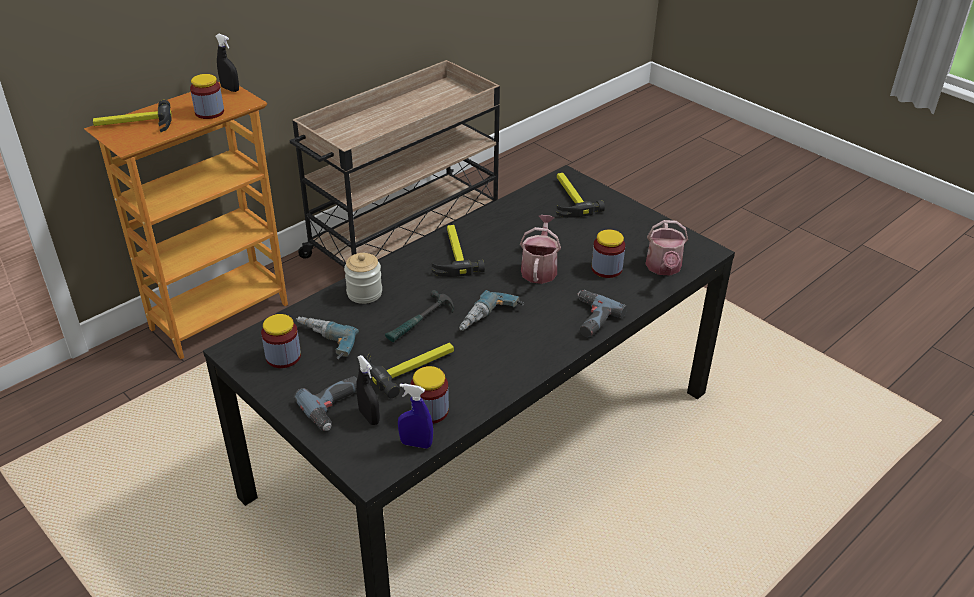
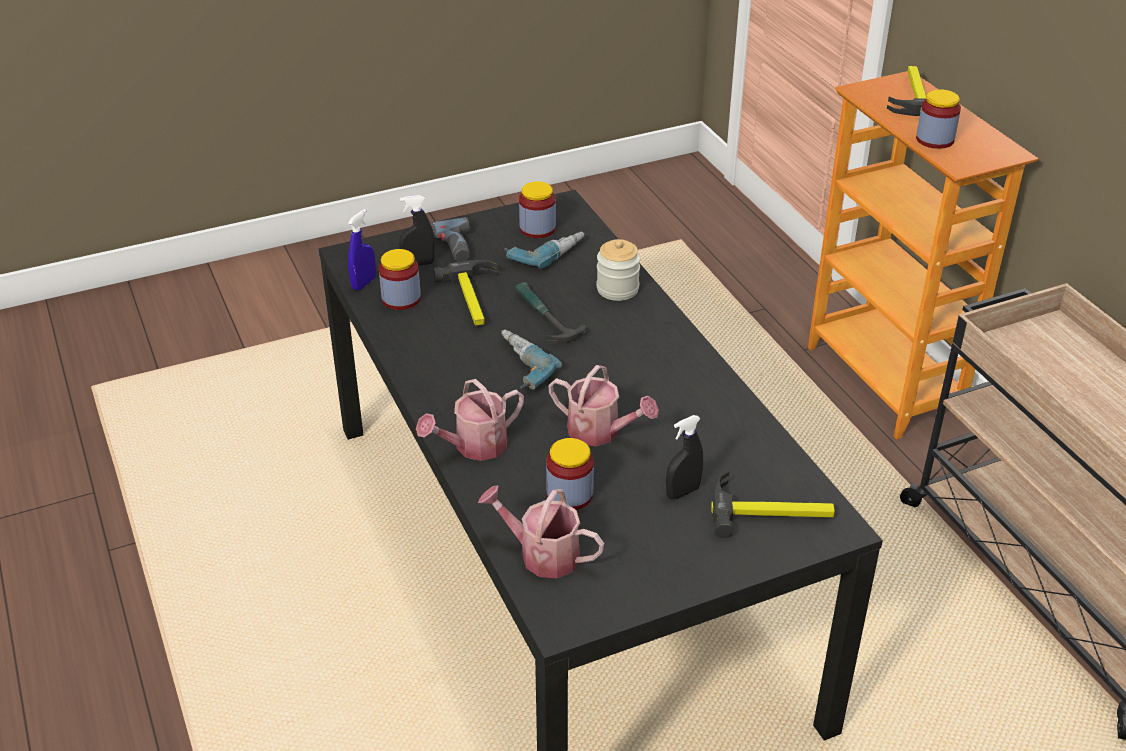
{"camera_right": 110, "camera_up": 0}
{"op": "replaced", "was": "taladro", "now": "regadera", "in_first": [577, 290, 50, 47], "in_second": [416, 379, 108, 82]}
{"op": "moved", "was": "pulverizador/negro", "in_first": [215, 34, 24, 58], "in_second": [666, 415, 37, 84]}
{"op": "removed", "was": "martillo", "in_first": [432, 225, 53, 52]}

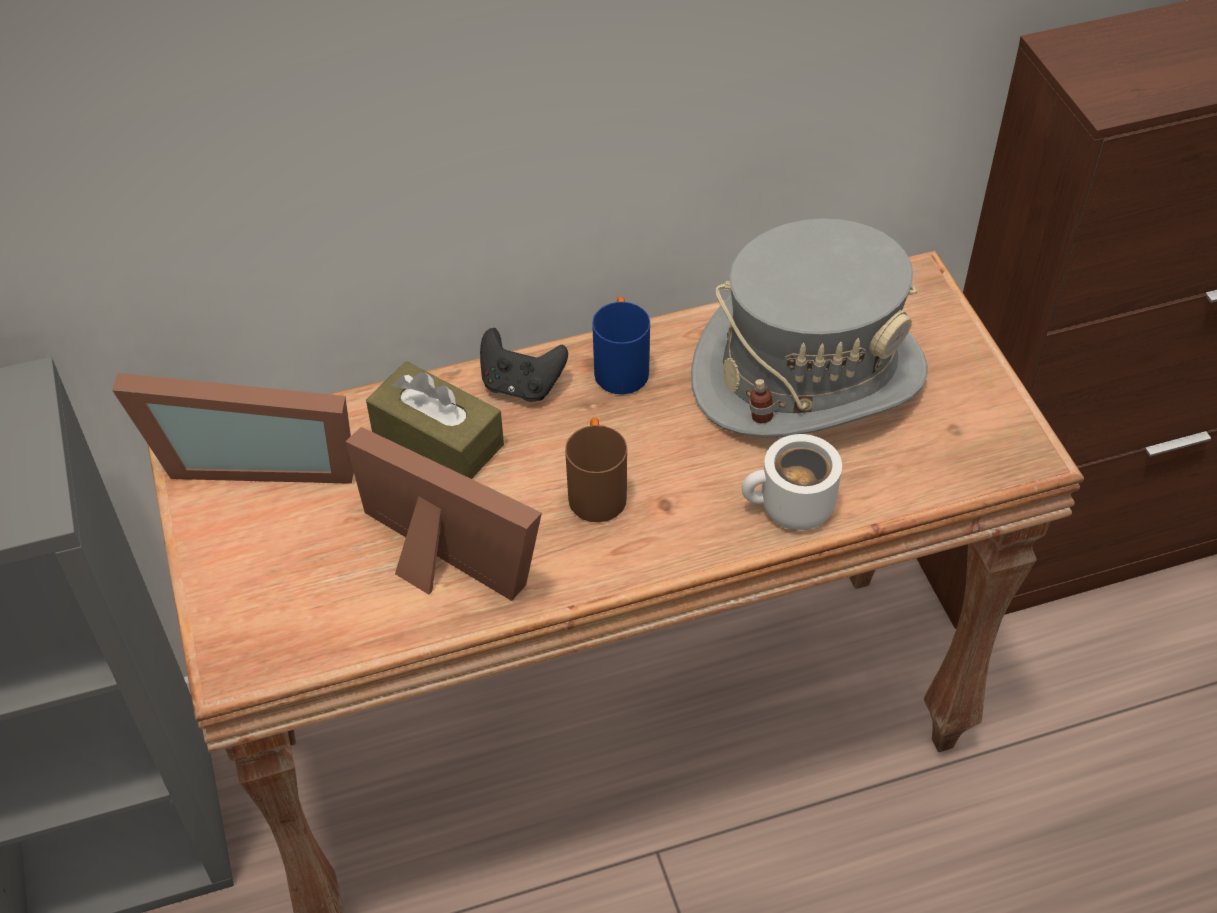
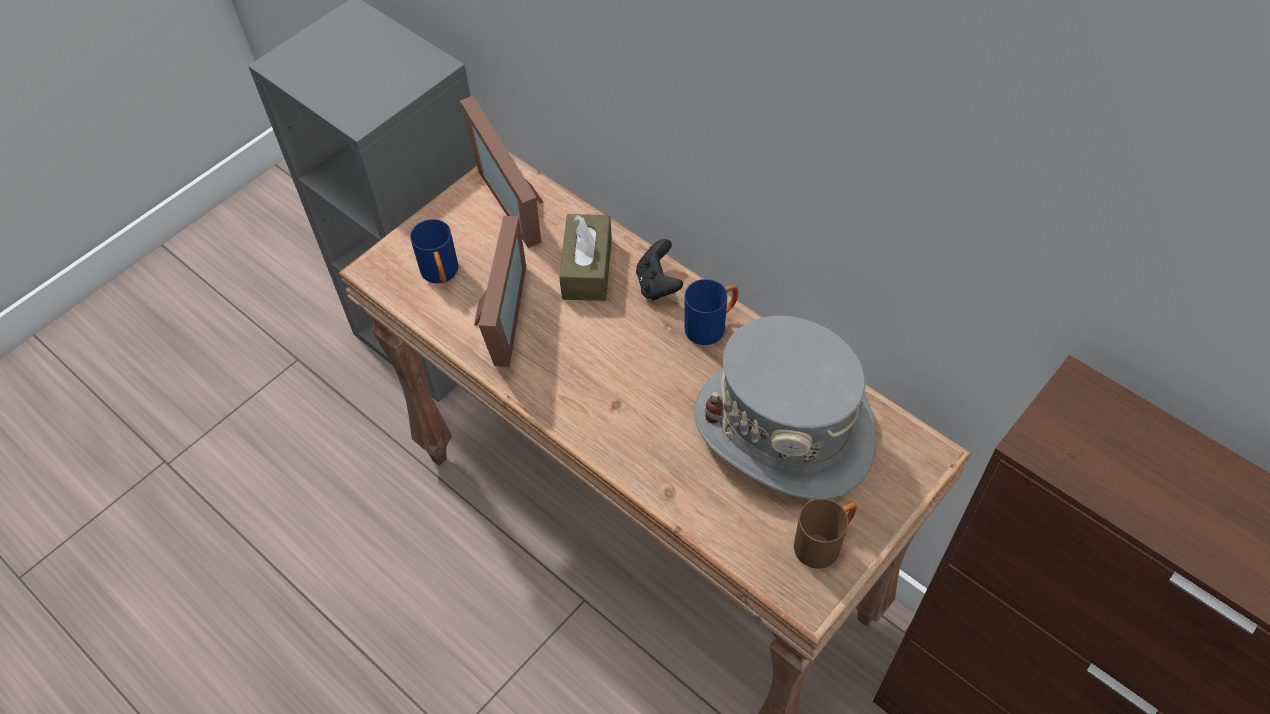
{"camera_right": 60, "camera_up": 5}
{"op": "added", "now": "taza grande/azul", "in_second": [410, 219, 48, 64]}
{"op": "moved", "was": "taza grande/marrón", "in_first": [565, 418, 62, 104], "in_second": [794, 498, 63, 71]}
{"op": "removed", "was": "taza grande/blanco", "in_first": [742, 434, 100, 96]}

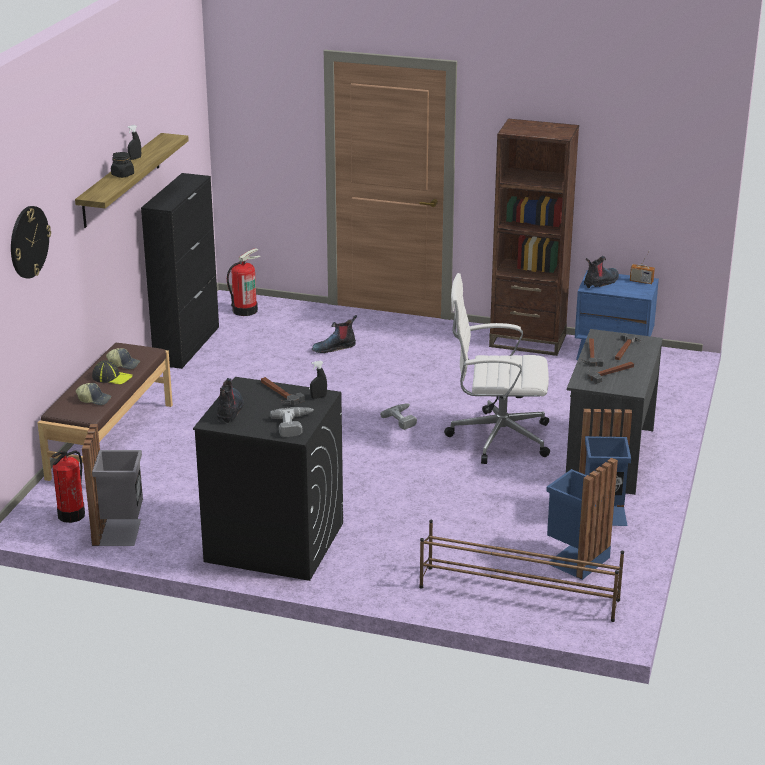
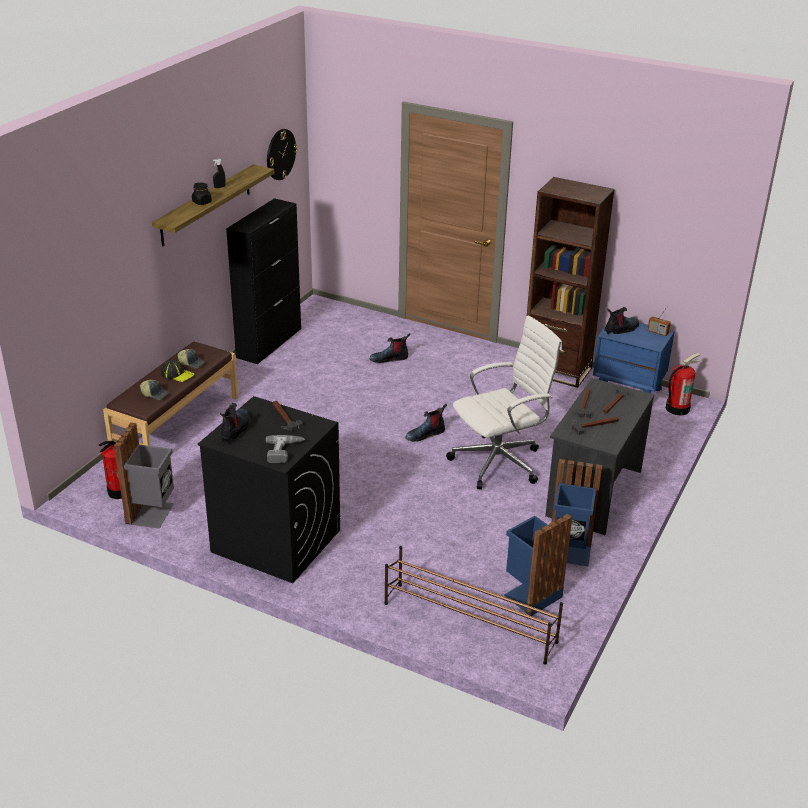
{"camera_right": 10, "camera_up": 5}
{"op": "moved", "was": "reloj de pared", "in_first": [11, 206, 40, 73], "in_second": [267, 129, 30, 51]}
{"op": "replaced", "was": "taladro", "now": "bota", "in_first": [380, 403, 37, 27], "in_second": [406, 404, 41, 37]}
{"op": "turned", "was": "silla de oficina/blanco", "in_first": [444, 273, 106, 191], "in_second": [446, 315, 116, 175], "clockwise": 135}
{"op": "moved", "was": "extintor", "in_first": [227, 248, 34, 68], "in_second": [666, 353, 35, 62]}
{"op": "removed", "was": "pulverizador/negro", "in_first": [310, 361, 17, 38]}

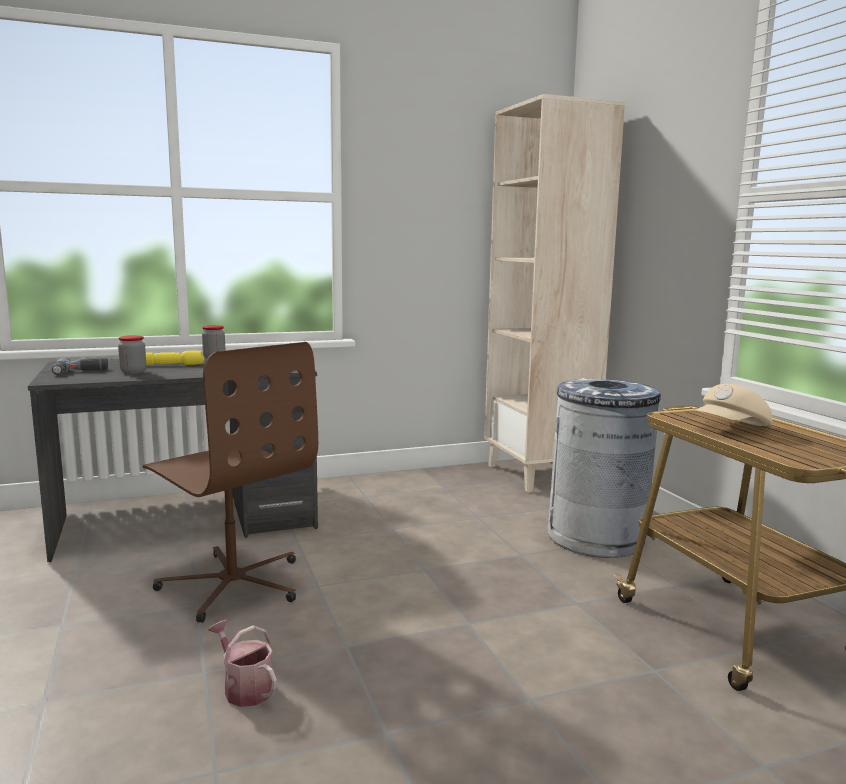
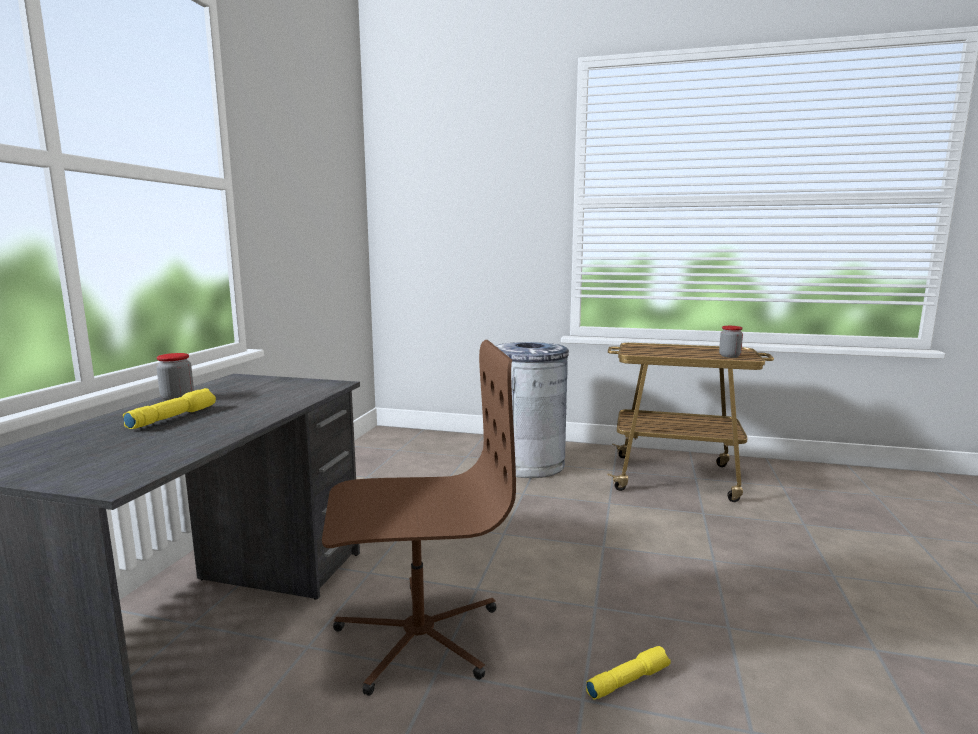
{"camera_right": -55, "camera_up": 0}
{"op": "replaced", "was": "regadera", "now": "linterna/amarillo", "in_first": [208, 620, 69, 87], "in_second": [586, 646, 85, 54]}
{"op": "moved", "was": "tarro", "in_first": [118, 335, 28, 39], "in_second": [719, 326, 24, 32]}
{"op": "removed", "was": "taladro", "in_first": [52, 357, 56, 18]}
{"op": "removed", "was": "estantería/beis", "in_first": [484, 94, 141, 399]}
{"op": "removed", "was": "gorra/beis", "in_first": [695, 384, 77, 42]}

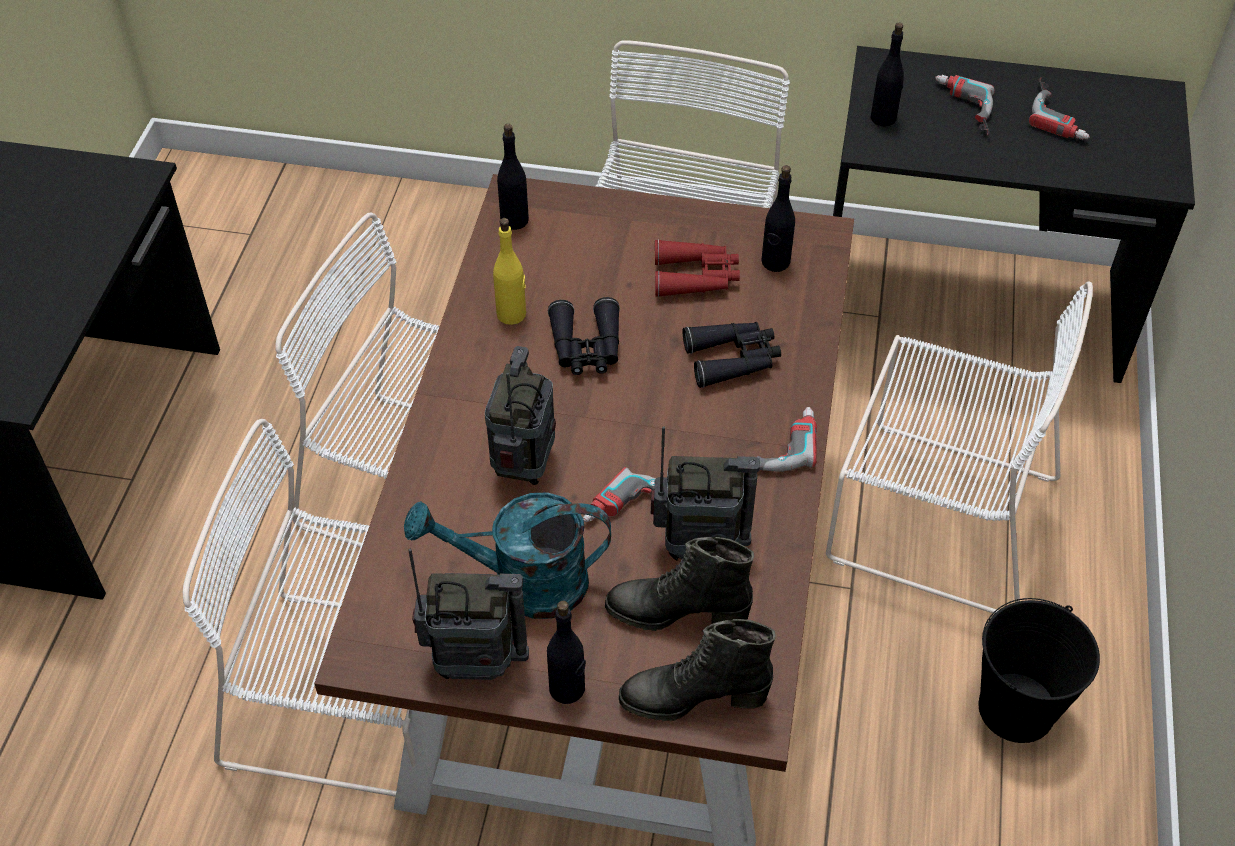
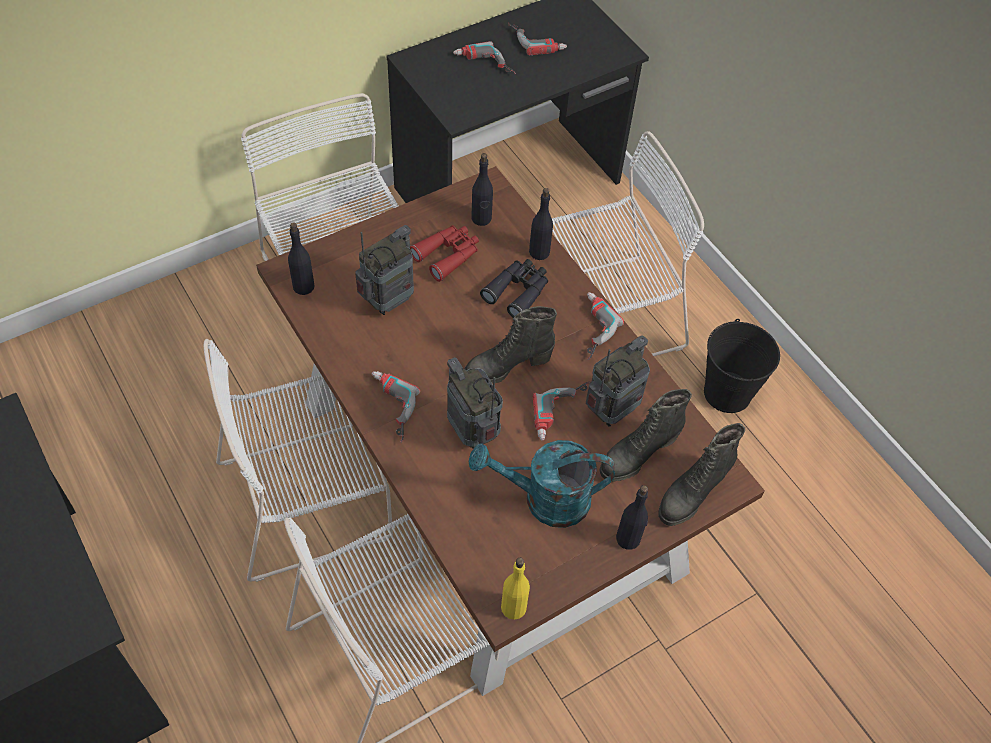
{"camera_right": -45, "camera_up": 5}
{"op": "moved", "was": "radio", "in_first": [408, 549, 121, 131], "in_second": [355, 225, 59, 90]}
{"op": "added", "now": "taladro", "in_second": [372, 371, 48, 71]}
{"op": "added", "now": "bota/negro", "in_second": [465, 306, 92, 77]}
{"op": "turned", "was": "regadera/turquesa", "in_first": [404, 492, 207, 127], "in_second": [469, 440, 146, 88], "clockwise": 45}
{"op": "moved", "was": "botella/amarillo", "in_first": [493, 218, 33, 107], "in_second": [501, 558, 29, 61]}
{"op": "moved", "was": "botella/negro", "in_first": [871, 23, 33, 104], "in_second": [529, 188, 24, 72]}
{"op": "removed", "was": "prismáticos/negro", "in_first": [548, 297, 72, 78]}

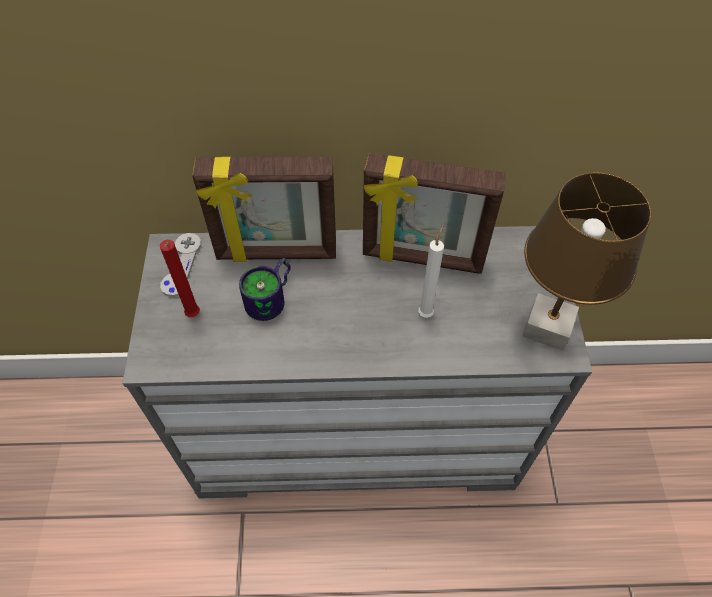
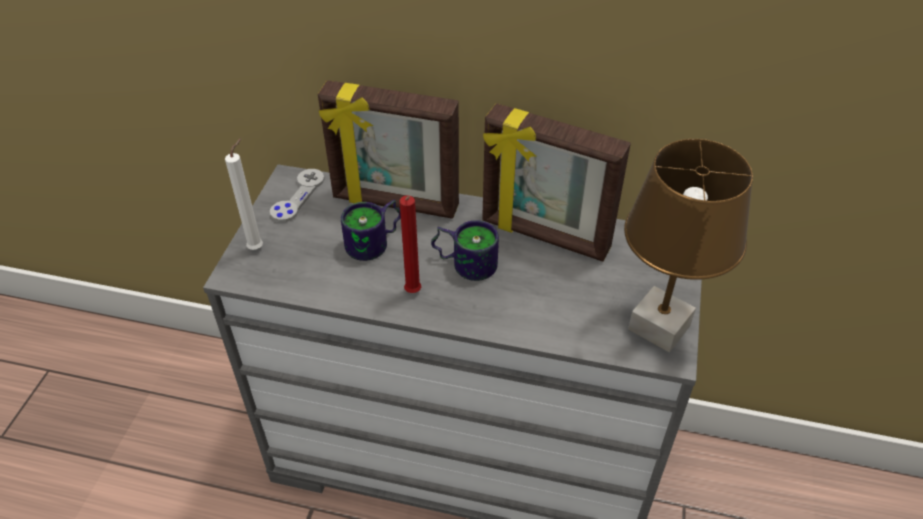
{"camera_right": 15, "camera_up": -10}
{"op": "moved", "was": "vela/blanco", "in_first": [418, 225, 26, 93], "in_second": [225, 138, 38, 112]}
{"op": "moved", "was": "vela/rojo", "in_first": [160, 240, 40, 77], "in_second": [399, 195, 22, 98]}
{"op": "added", "now": "taza grande", "in_second": [431, 220, 68, 61]}

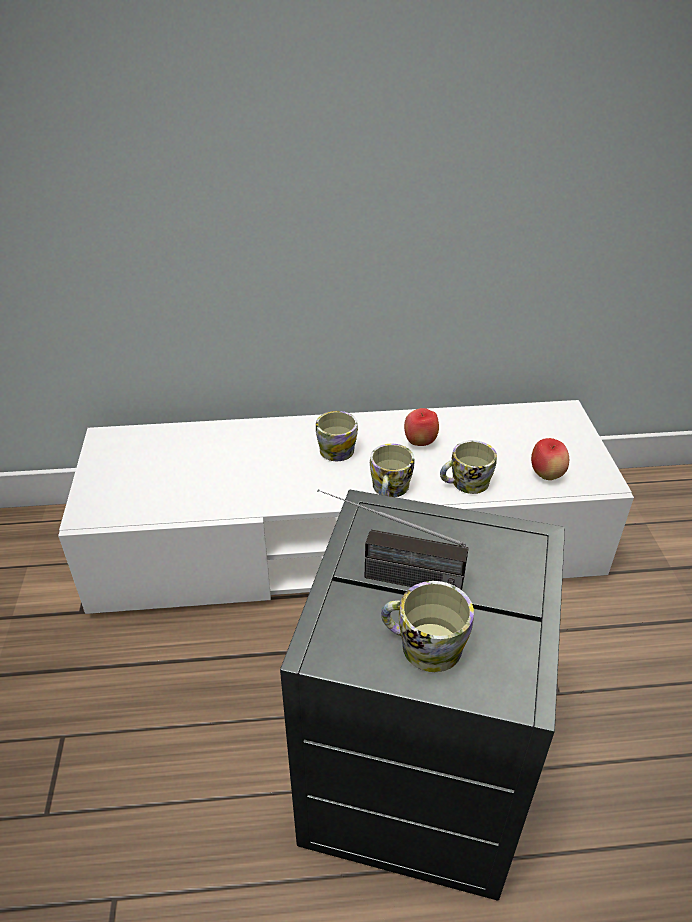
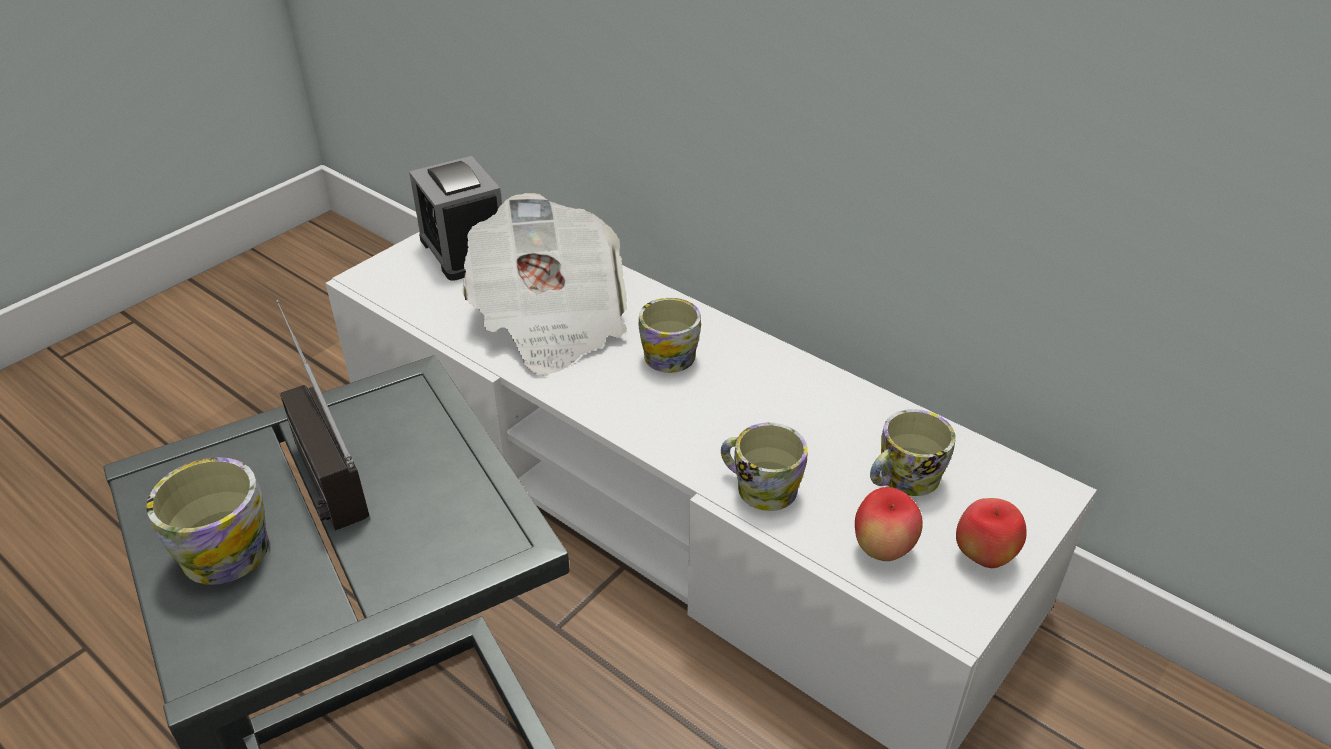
{"camera_right": 45, "camera_up": 0}
{"op": "added", "now": "despertador", "in_second": [409, 156, 93, 125]}
{"op": "added", "now": "periódico", "in_second": [462, 193, 165, 183]}
{"op": "moved", "was": "taza grande", "in_first": [370, 444, 44, 53], "in_second": [870, 409, 86, 87]}
{"op": "moved", "was": "manzana", "in_first": [404, 408, 35, 38], "in_second": [956, 498, 71, 70]}

